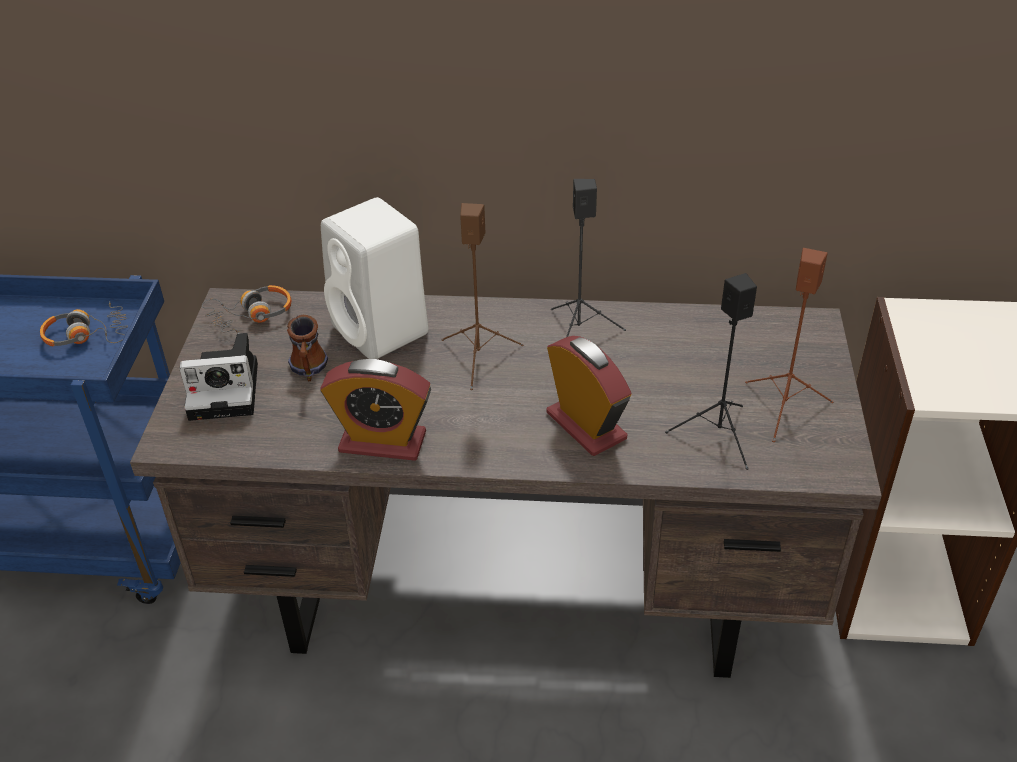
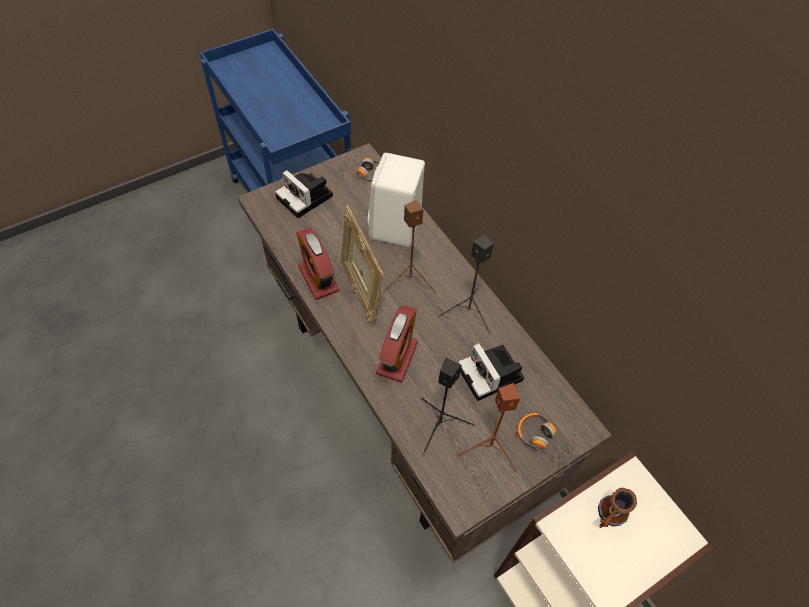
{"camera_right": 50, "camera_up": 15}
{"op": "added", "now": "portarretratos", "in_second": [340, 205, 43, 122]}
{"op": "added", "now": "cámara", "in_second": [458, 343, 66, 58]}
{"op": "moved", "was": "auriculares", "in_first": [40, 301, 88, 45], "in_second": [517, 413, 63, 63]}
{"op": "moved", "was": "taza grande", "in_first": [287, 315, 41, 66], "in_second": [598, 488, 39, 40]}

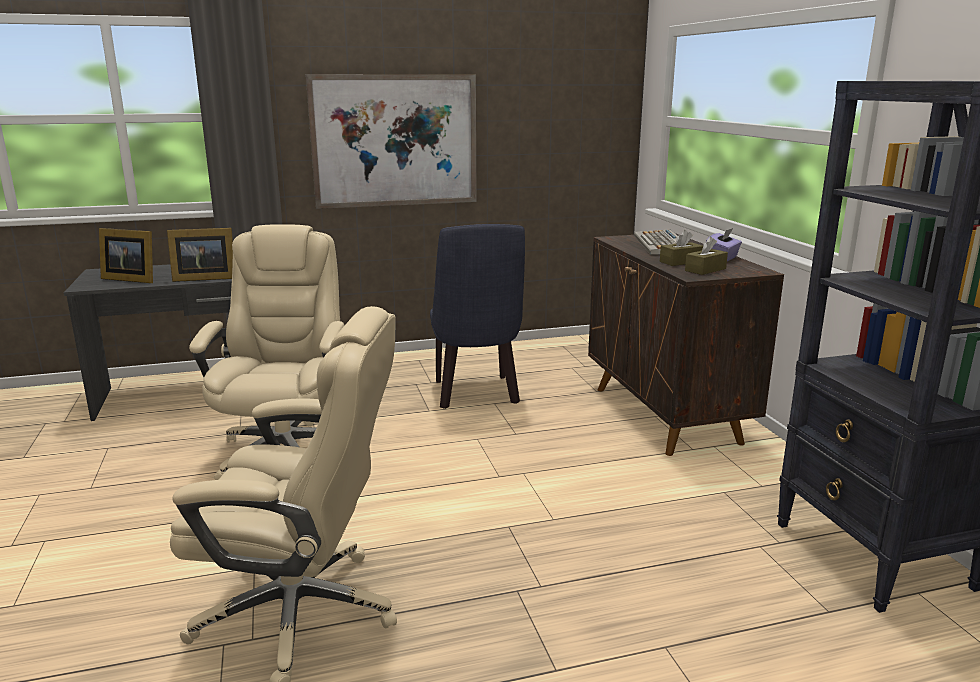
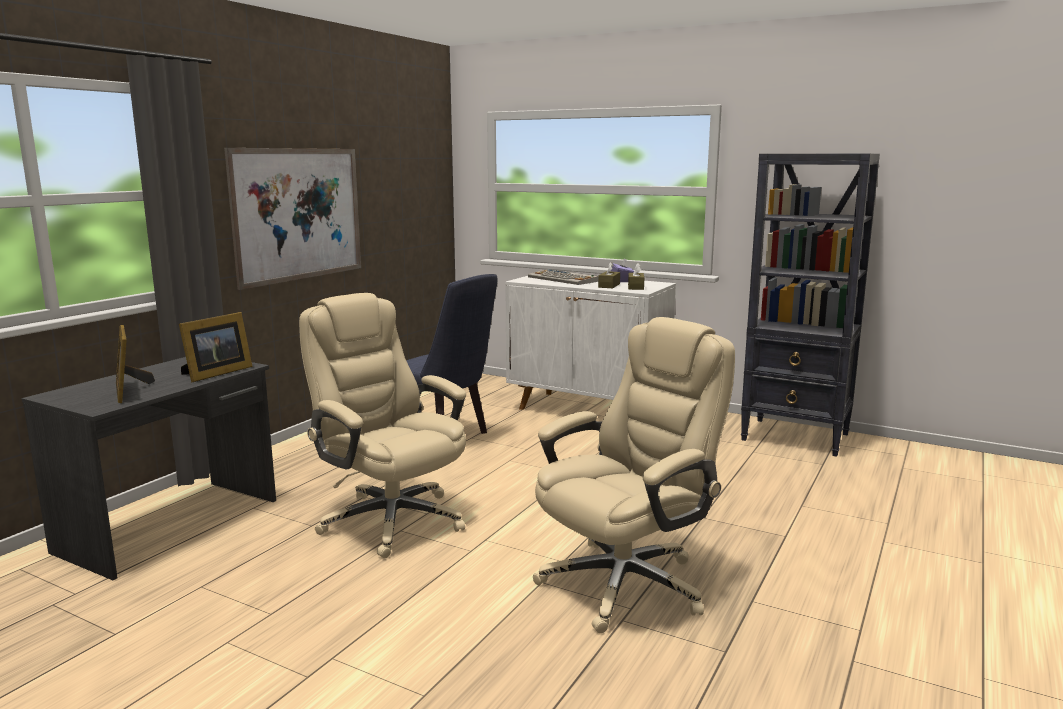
{"camera_right": -45, "camera_up": -5}
{"op": "turned", "was": "portarretratos", "in_first": [99, 228, 54, 55], "in_second": [116, 325, 39, 78], "clockwise": 90}
{"op": "recoloured", "was": "armario/marrón", "now": "armario/blanco", "in_first": [588, 233, 196, 223], "in_second": [505, 276, 171, 134]}

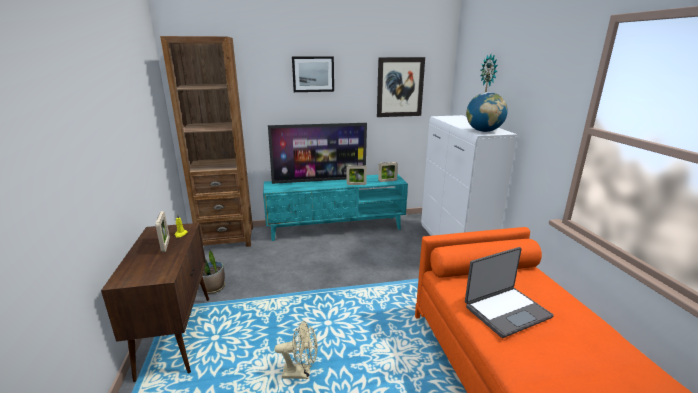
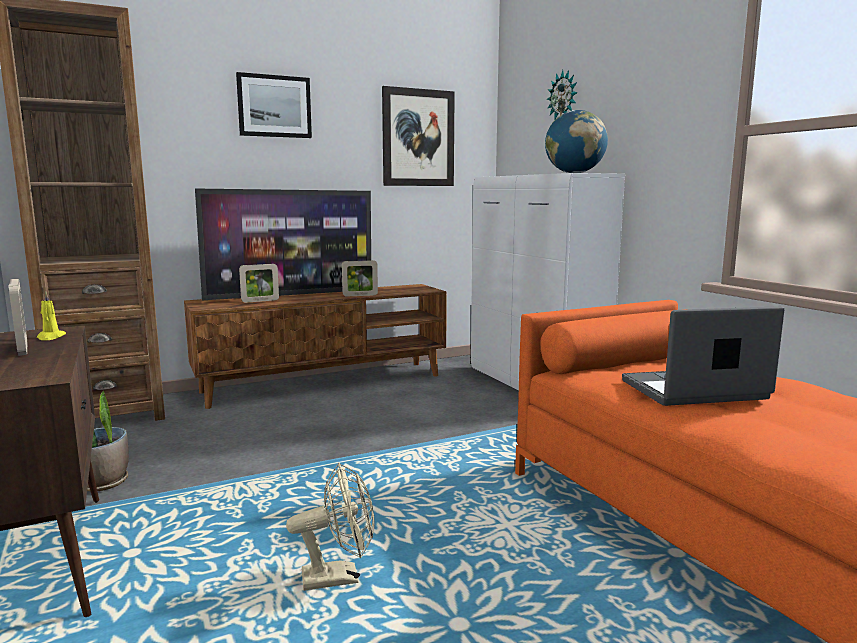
{"camera_right": -15, "camera_up": -10}
{"op": "recoloured", "was": "mueble de televisión/turquesa", "now": "mueble de televisión/marrón", "in_first": [263, 173, 145, 68], "in_second": [184, 284, 263, 125]}
{"op": "moved", "was": "portarretratos", "in_first": [378, 162, 20, 20], "in_second": [239, 264, 40, 39]}
{"op": "turned", "was": "portátil", "in_first": [465, 247, 89, 91], "in_second": [622, 306, 162, 100], "clockwise": -150}

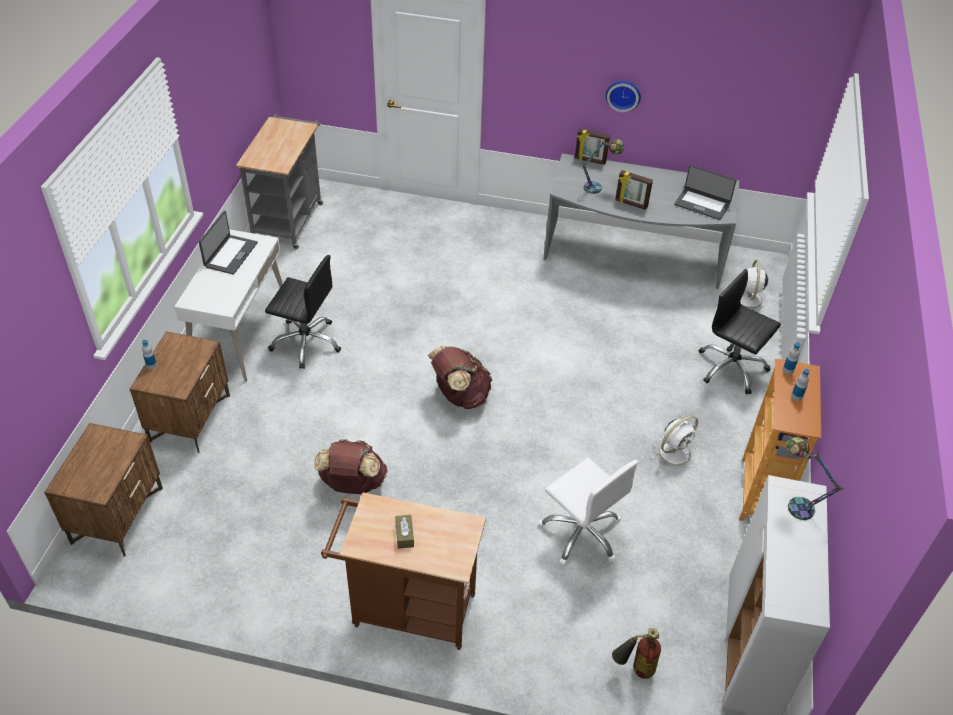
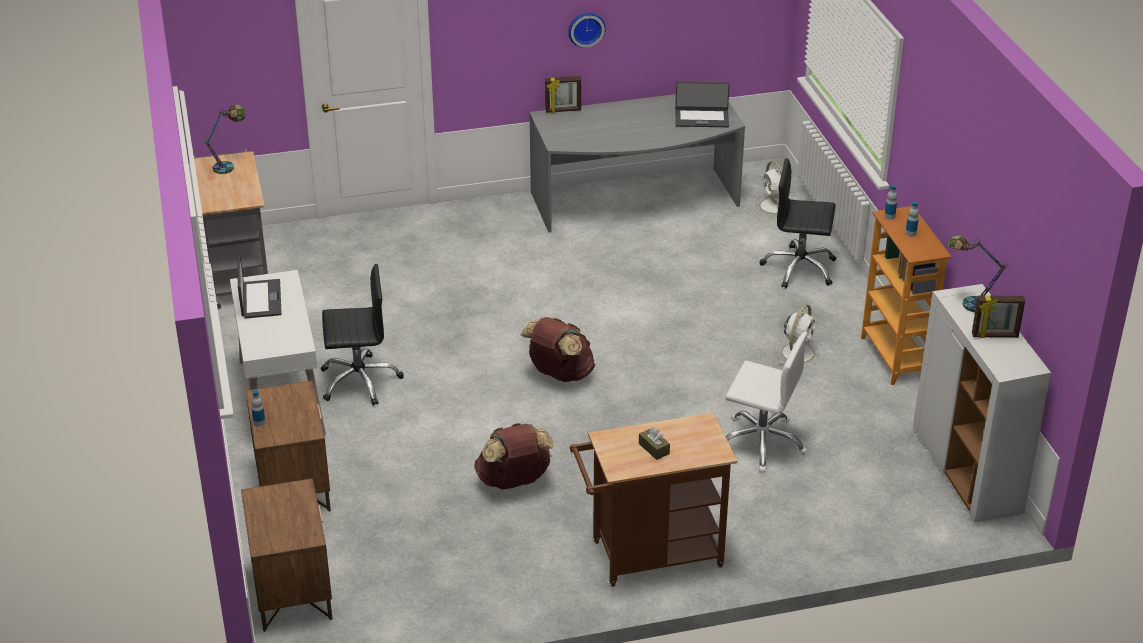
{"camera_right": -25, "camera_up": -10}
{"op": "moved", "was": "lámpara de mesa", "in_first": [581, 139, 43, 55], "in_second": [205, 105, 41, 69]}
{"op": "moved", "was": "portarretratos", "in_first": [615, 170, 38, 40], "in_second": [972, 295, 53, 43]}
{"op": "removed", "was": "extintor", "in_first": [612, 628, 49, 51]}

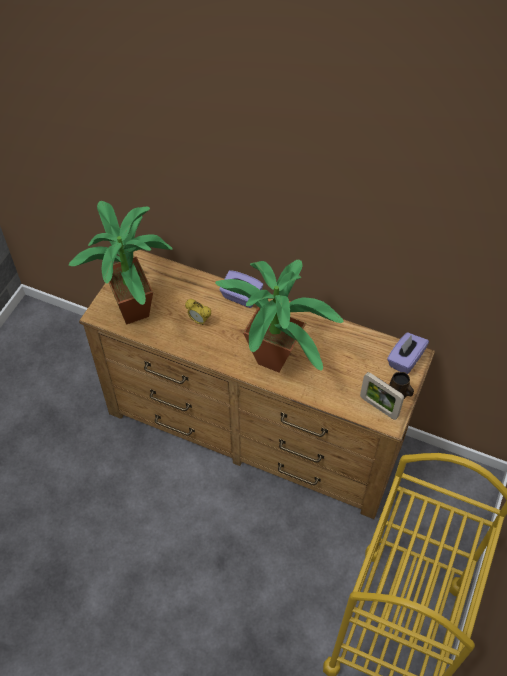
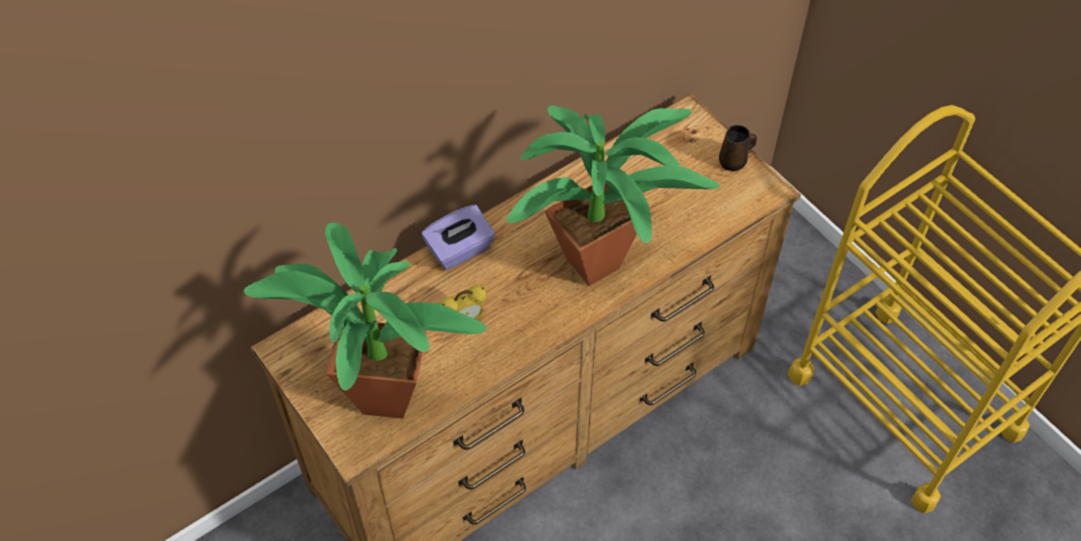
{"camera_right": -60, "camera_up": 0}
{"op": "removed", "was": "portarretratos", "in_first": [360, 372, 44, 48]}
{"op": "removed", "was": "caja de pañuelos/morado", "in_first": [387, 333, 42, 41]}

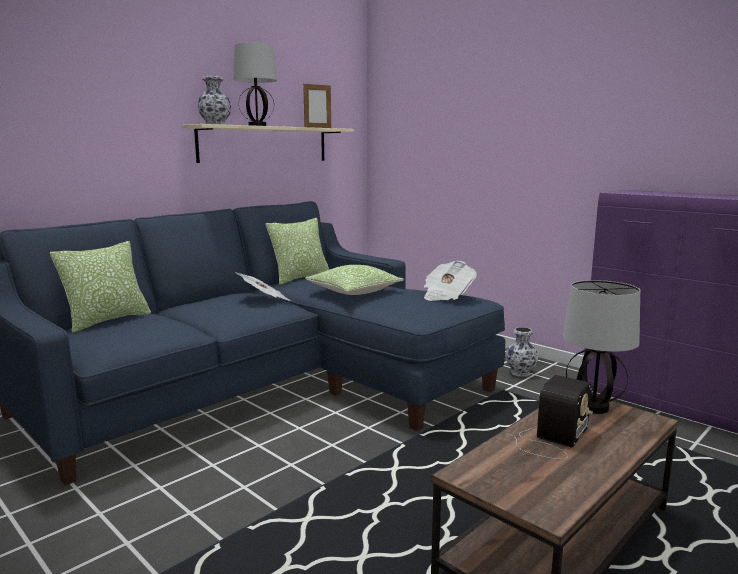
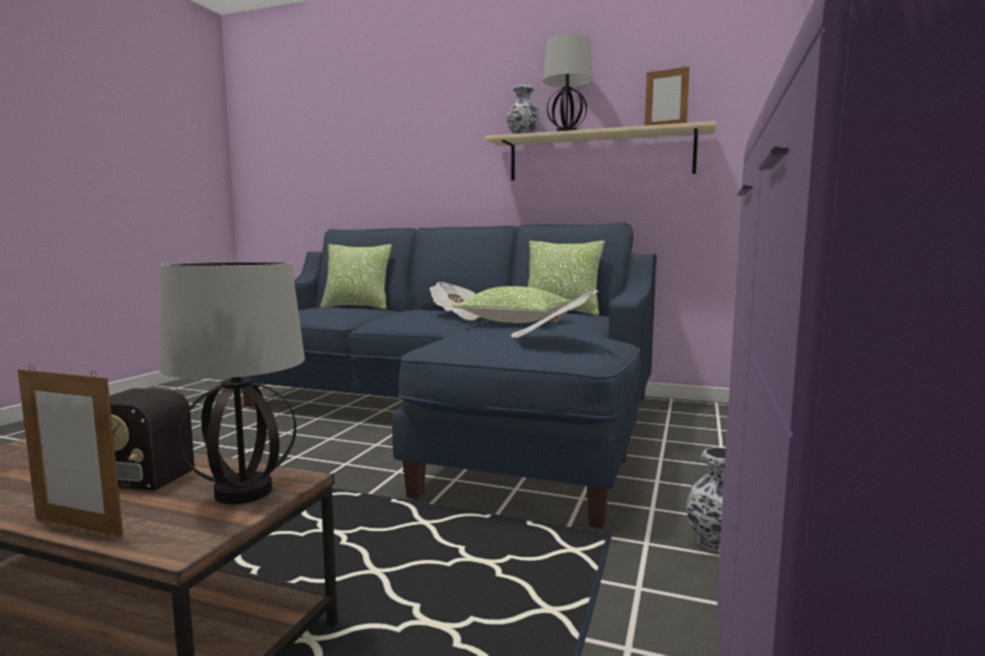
{"camera_right": 65, "camera_up": -5}
{"op": "added", "now": "portarretratos", "in_second": [18, 365, 105, 172]}

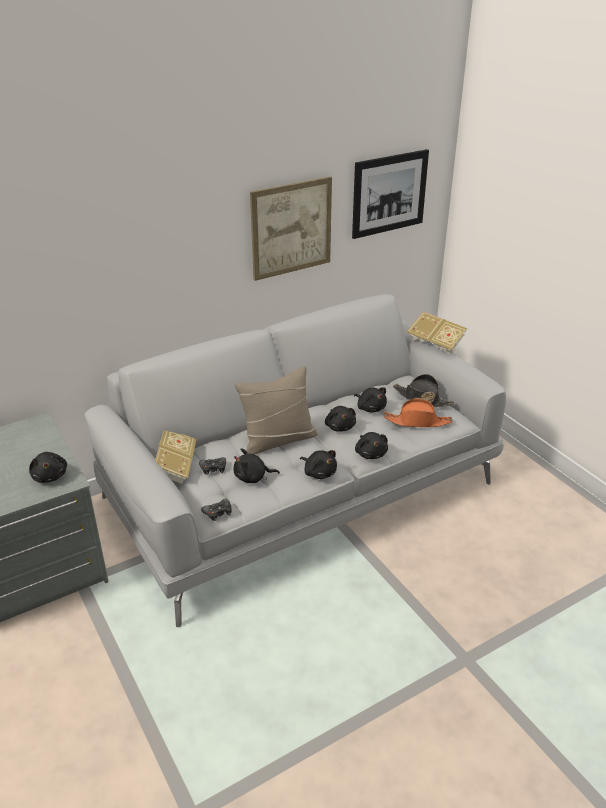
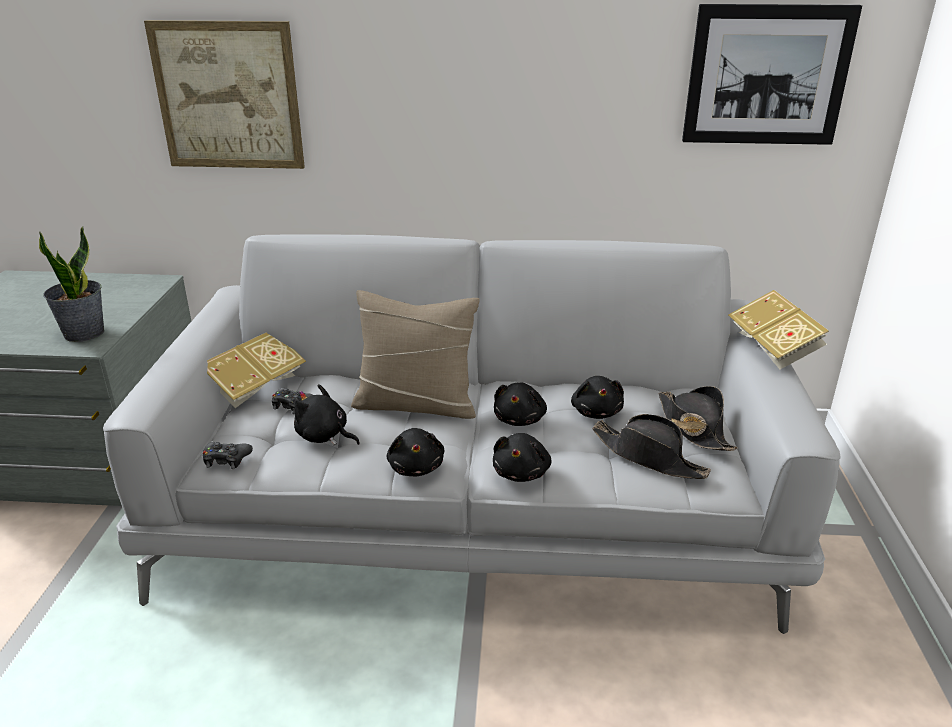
{"camera_right": 35, "camera_up": -5}
{"op": "replaced", "was": "peluche/negro", "now": "planta en maceta", "in_first": [29, 452, 38, 31], "in_second": [39, 226, 65, 116]}
{"op": "moved", "was": "cuadro", "in_first": [250, 177, 82, 104], "in_second": [144, 20, 161, 149]}
{"op": "recoloured", "was": "sombrero/naranja", "now": "sombrero/negro", "in_first": [384, 399, 68, 28], "in_second": [592, 414, 119, 65]}

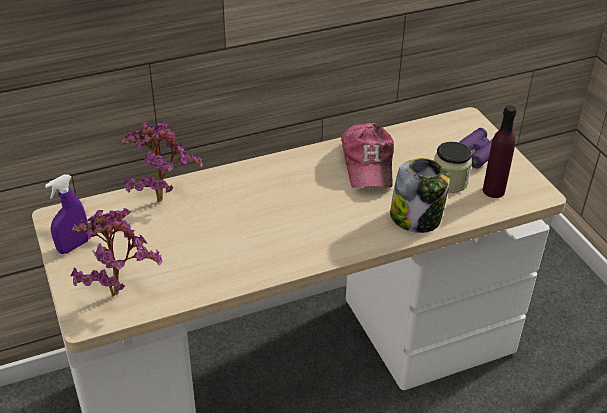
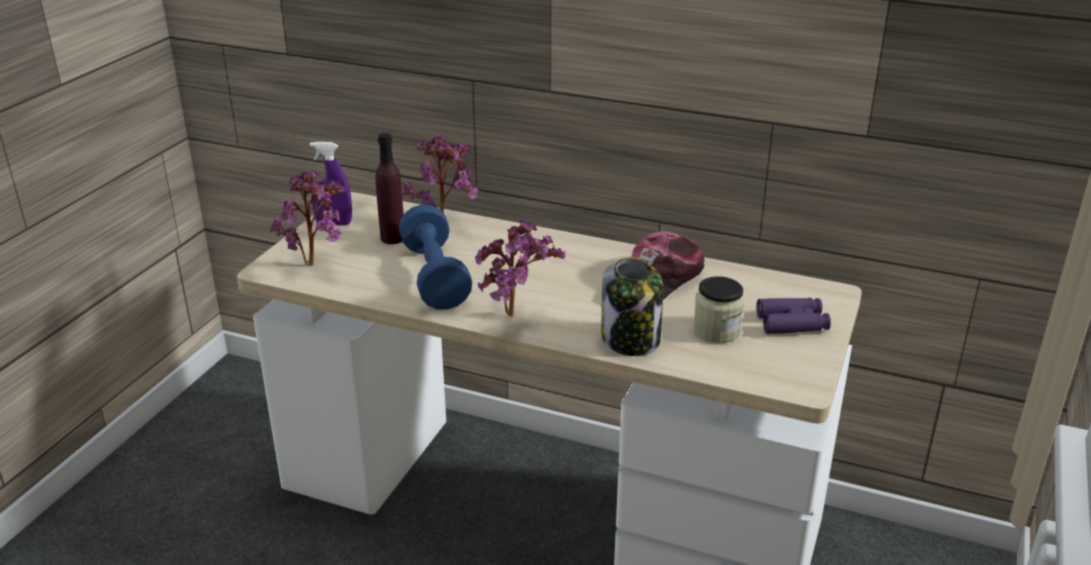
{"camera_right": 45, "camera_up": -10}
{"op": "moved", "was": "botella/morado", "in_first": [483, 105, 34, 93], "in_second": [375, 133, 29, 111]}
{"op": "added", "now": "mancuerna/azul", "in_second": [399, 204, 73, 106]}
{"op": "added", "now": "planta en maceta", "in_second": [475, 220, 90, 96]}

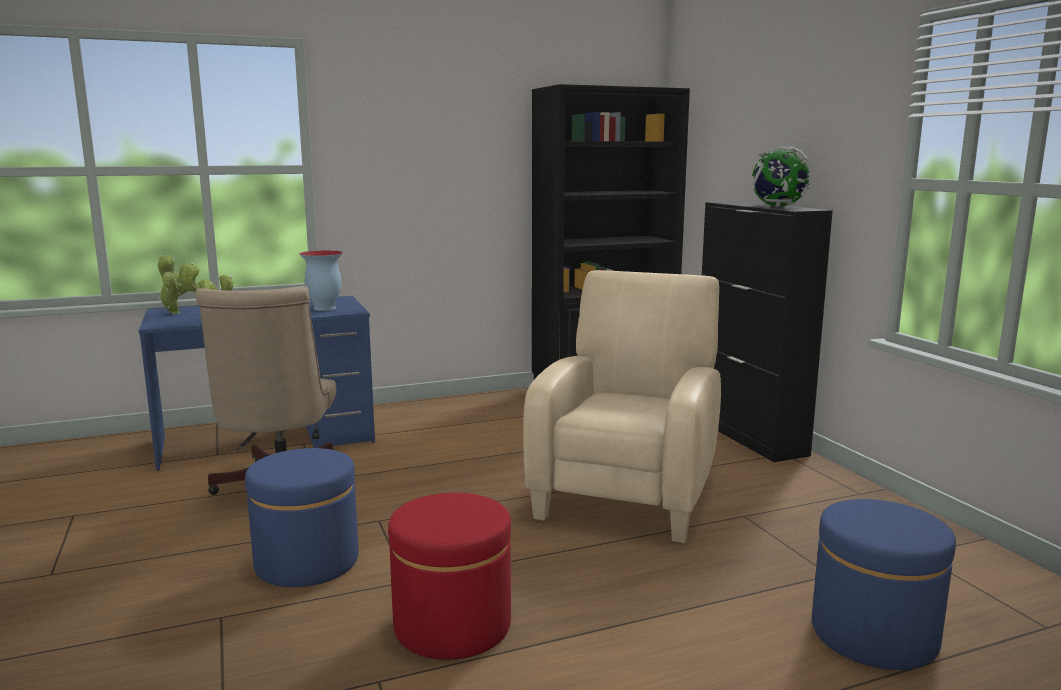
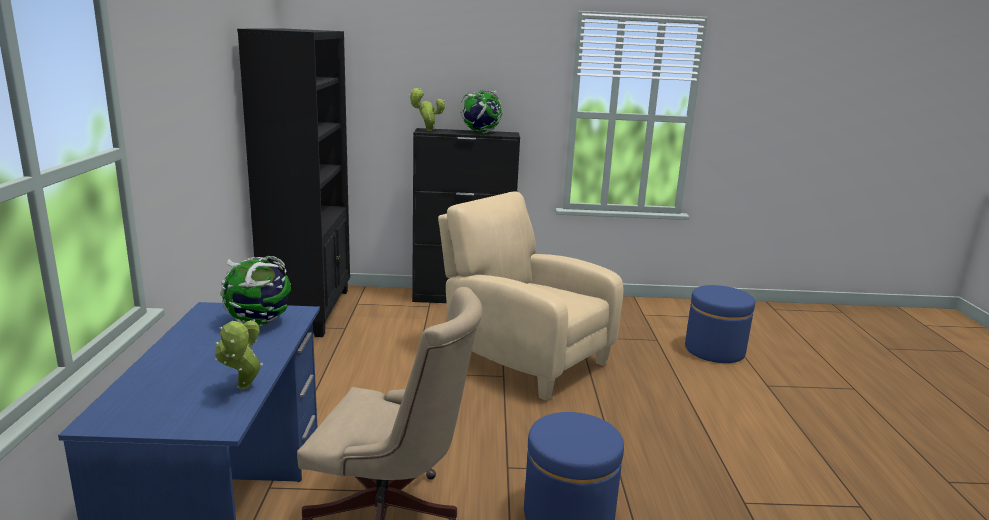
{"camera_right": -70, "camera_up": 5}
{"op": "replaced", "was": "florero", "now": "globo terráqueo", "in_first": [299, 250, 44, 61], "in_second": [220, 256, 71, 70]}
{"op": "moved", "was": "planta en maceta", "in_first": [157, 255, 31, 59], "in_second": [409, 88, 36, 43]}
{"op": "removed", "was": "puf/rojo", "in_first": [388, 493, 123, 167]}

